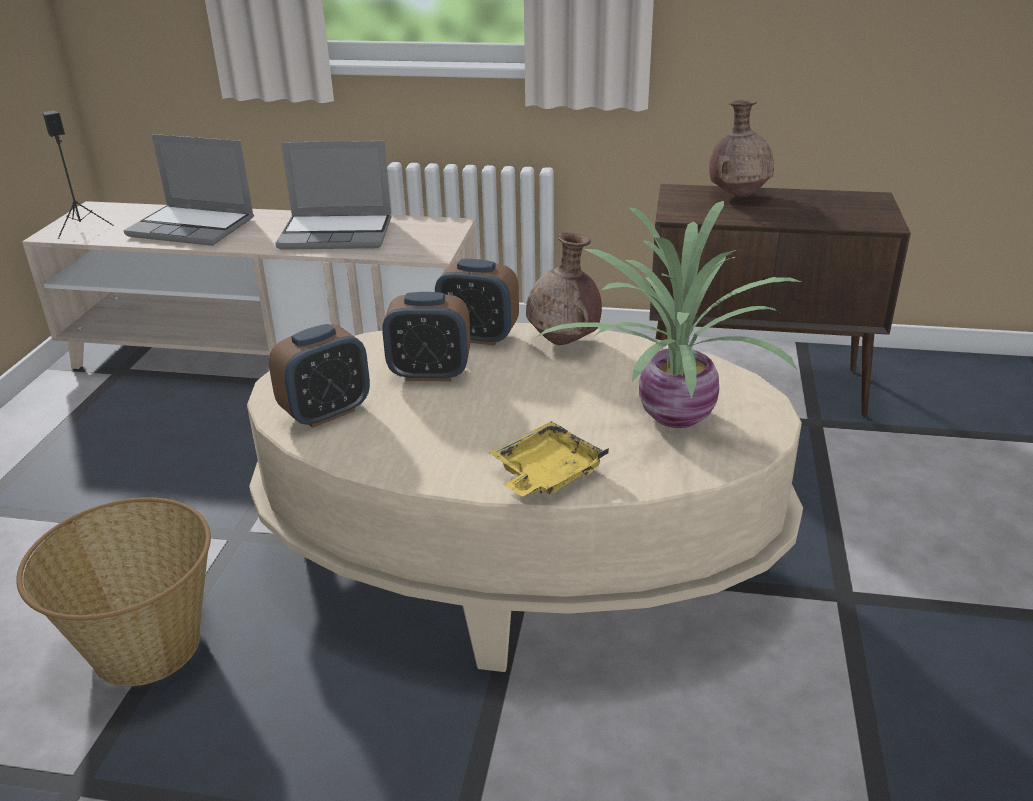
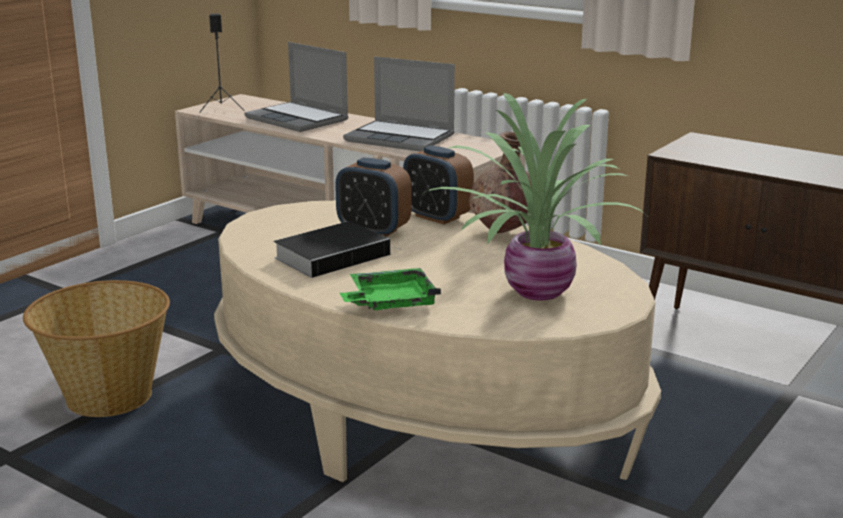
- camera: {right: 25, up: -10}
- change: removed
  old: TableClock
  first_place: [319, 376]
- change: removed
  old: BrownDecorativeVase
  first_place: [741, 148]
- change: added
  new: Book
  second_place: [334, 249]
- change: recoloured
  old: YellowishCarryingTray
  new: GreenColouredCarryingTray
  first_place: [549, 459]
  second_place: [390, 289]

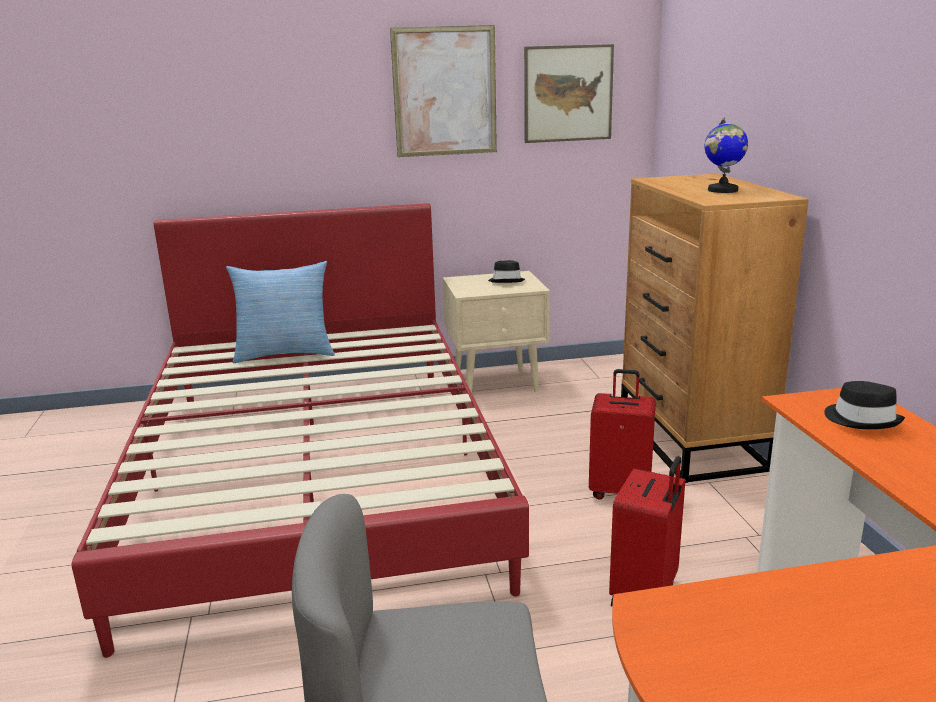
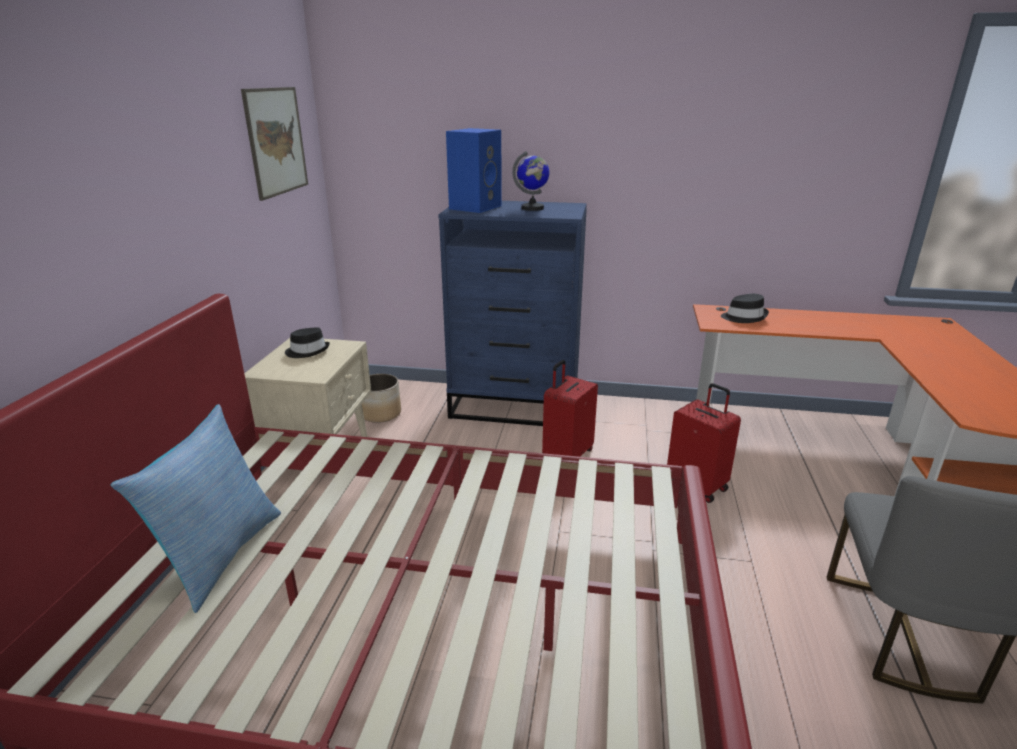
- camera: {right: -70, up: 5}
- change: removed
  old: WallPicture
  first_place: [443, 91]
- change: added
  new: PlantPot
  second_place: [381, 398]
- change: added
  new: BlueColouredSpeaker
  second_place: [474, 170]
- change: recoloured
  old: BrownDrawerChest
  new: BlueColouredDrawerChest
  first_place: [715, 328]
  second_place: [512, 313]

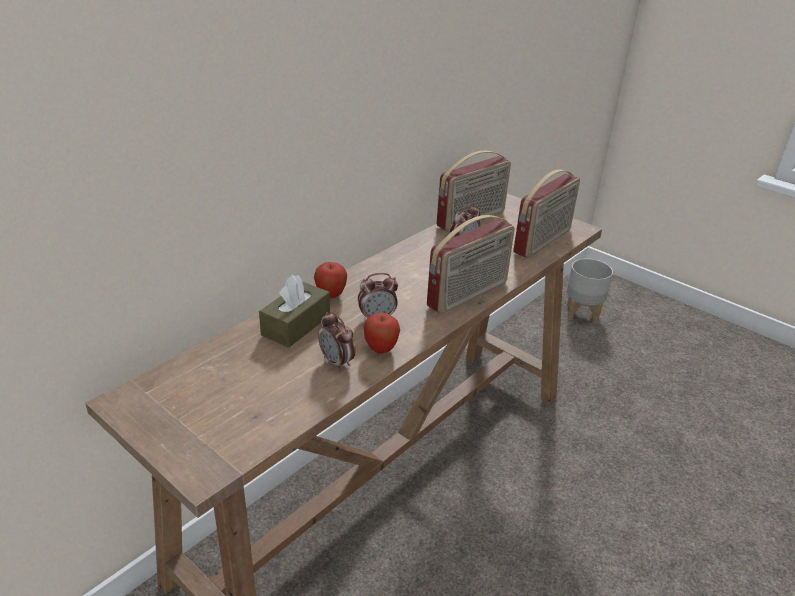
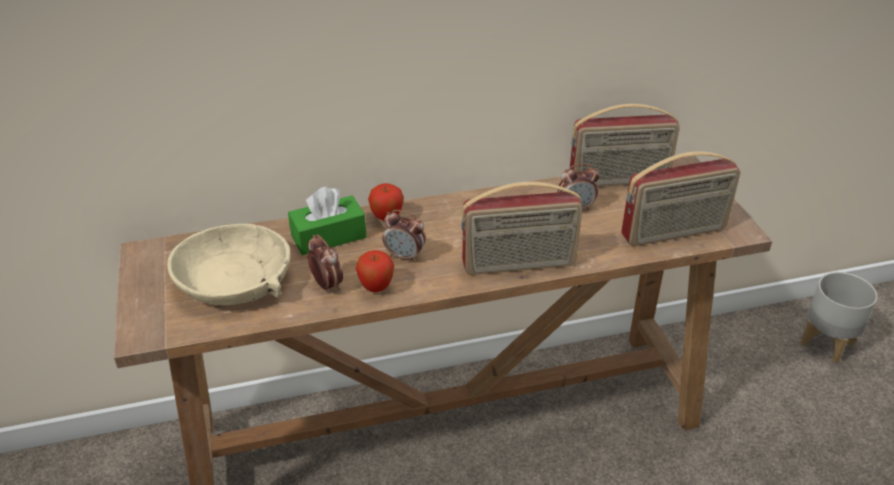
- camera: {right: 35, up: 5}
- change: added
  new: SandColouredServingBowl
  second_place: [229, 264]
- change: recoloured
  old: BrownTissueBox
  new: GreenColouredTissueBox
  first_place: [294, 311]
  second_place: [327, 221]
- change: turned
  old: TableClock
  first_place: [337, 341]
  second_place: [325, 263]
  degrees: 150

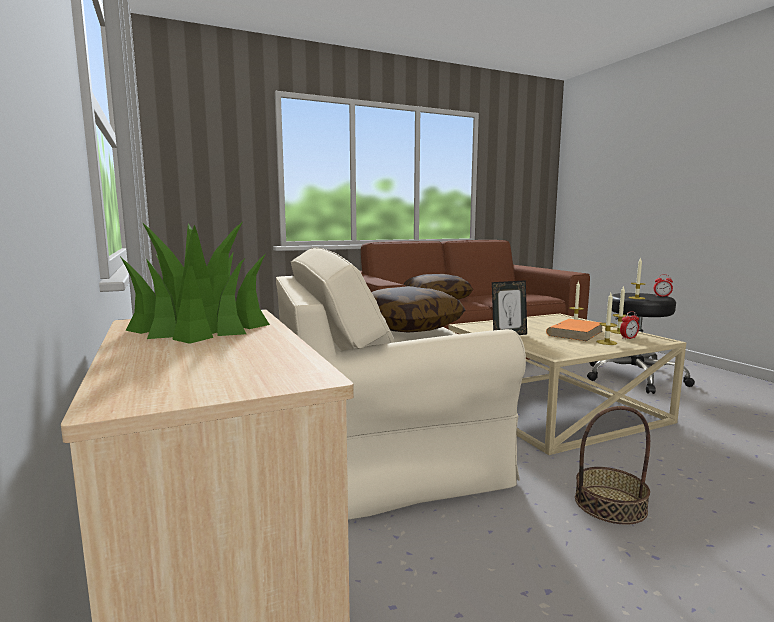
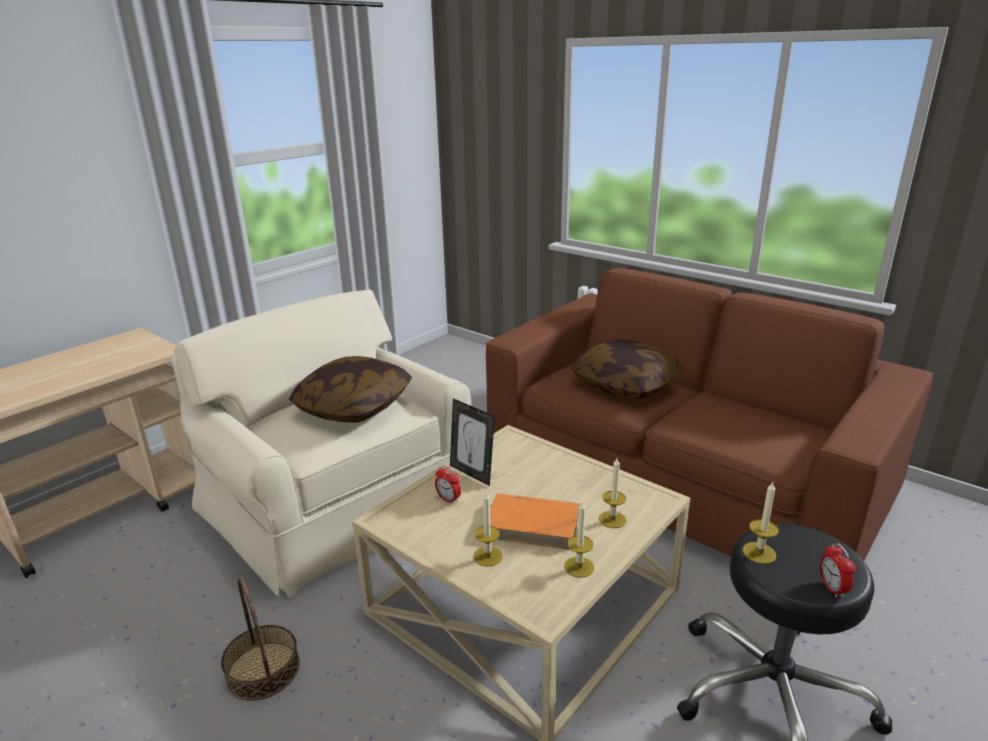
- camera: {right: 65, up: 15}
- change: removed
  old: PottedPlant
  first_place: [195, 283]
- change: moved
  old: TableClock
  first_place: [629, 325]
  second_place: [448, 484]

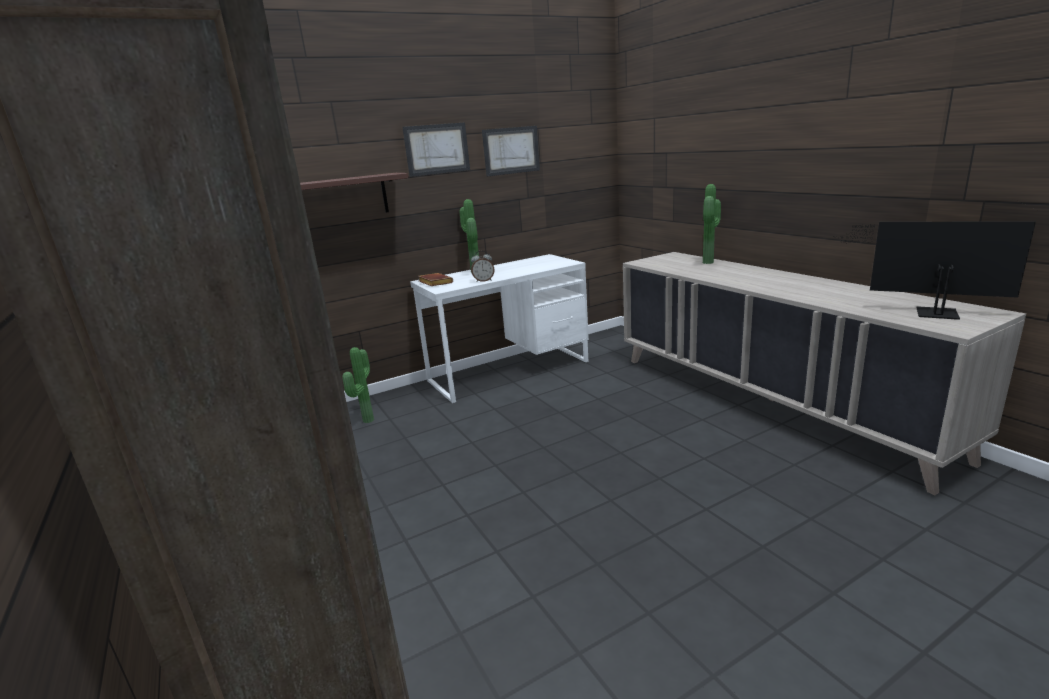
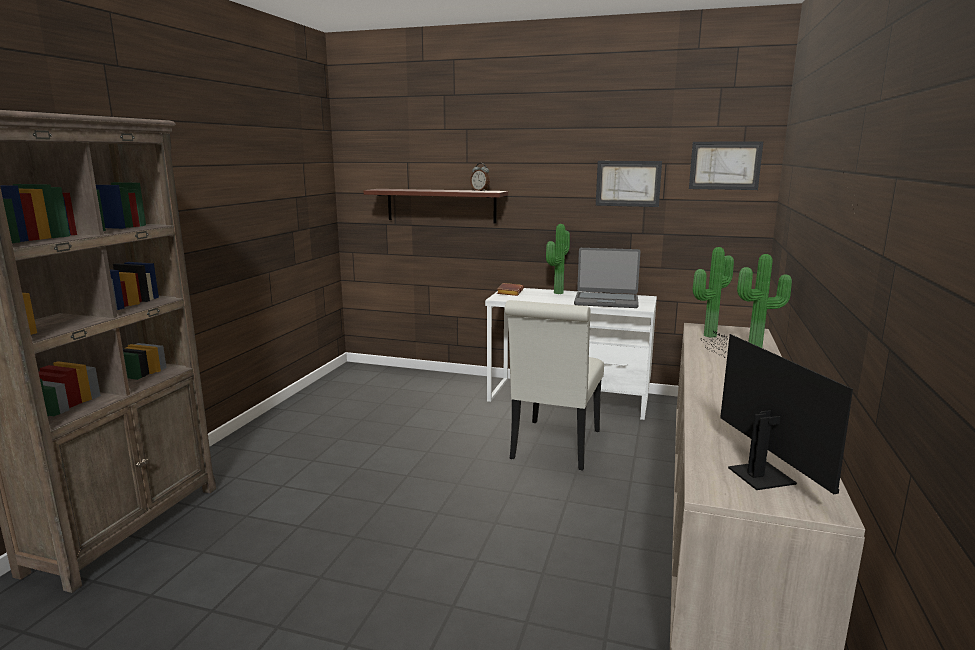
- camera: {right: 45, up: -5}
- change: added
  new: WhiteChair
  second_place: [554, 385]
- change: added
  new: Laptop
  second_place: [607, 278]
- change: moved
  old: PottedPlant
  first_place: [358, 385]
  second_place: [713, 292]
- change: moved
  old: WallPicture
  first_place: [436, 149]
  second_place: [726, 165]
- change: moved
  old: TableClock
  first_place: [482, 266]
  second_place: [480, 177]

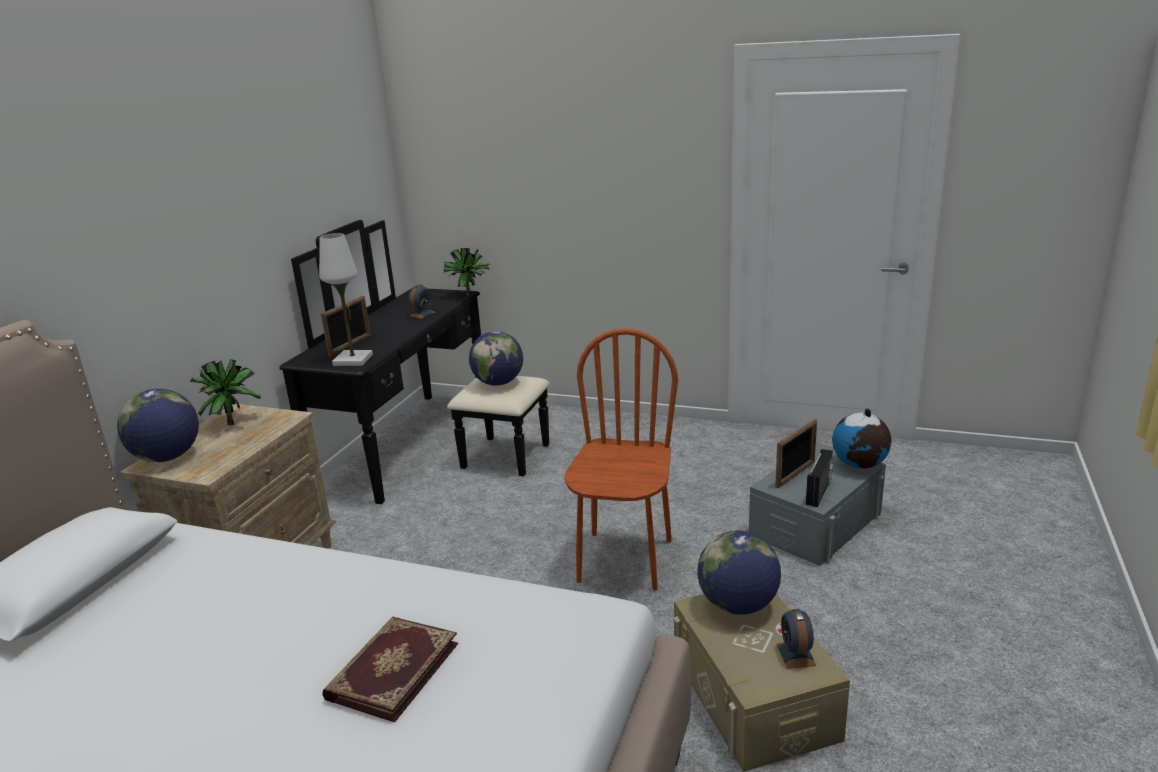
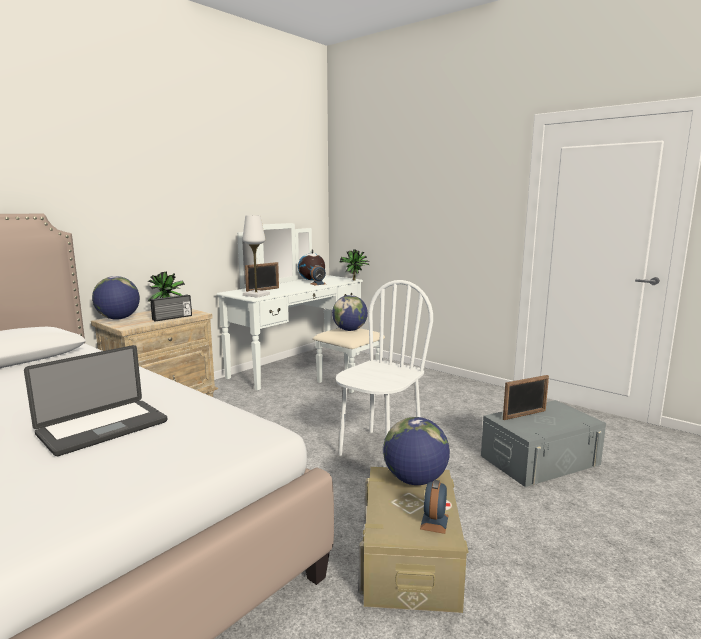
- camera: {right: 20, up: -10}
- change: moved
  old: Radio
  first_place: [820, 478]
  second_place: [171, 308]
- change: moved
  old: Globe
  first_place: [862, 438]
  second_place: [311, 264]
- change: replaced
  old: Book
  new: Laptop
  first_place: [390, 669]
  second_place: [95, 400]
- change: recoloured
  old: BlackDrawerChest
  new: WhiteDrawerChest
  first_place: [414, 362]
  second_place: [301, 308]
- change: recoloured
  old: BrownChair
  new: WhiteChair
  first_place: [621, 460]
  second_place: [384, 373]

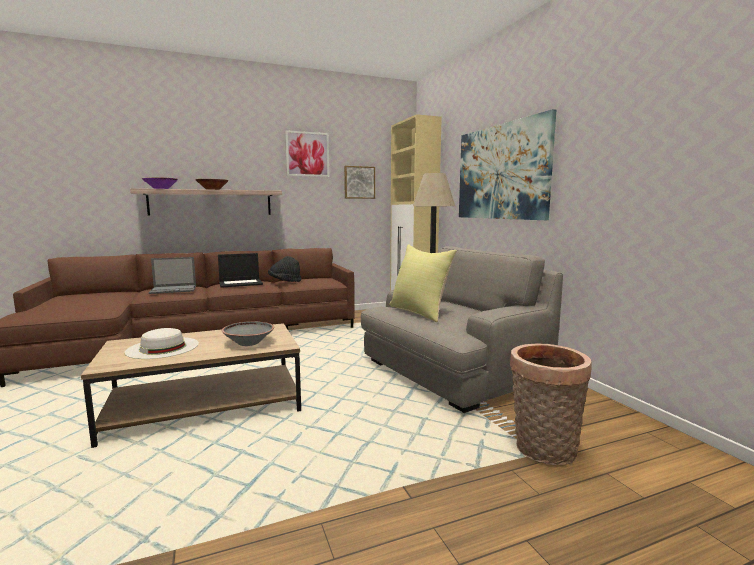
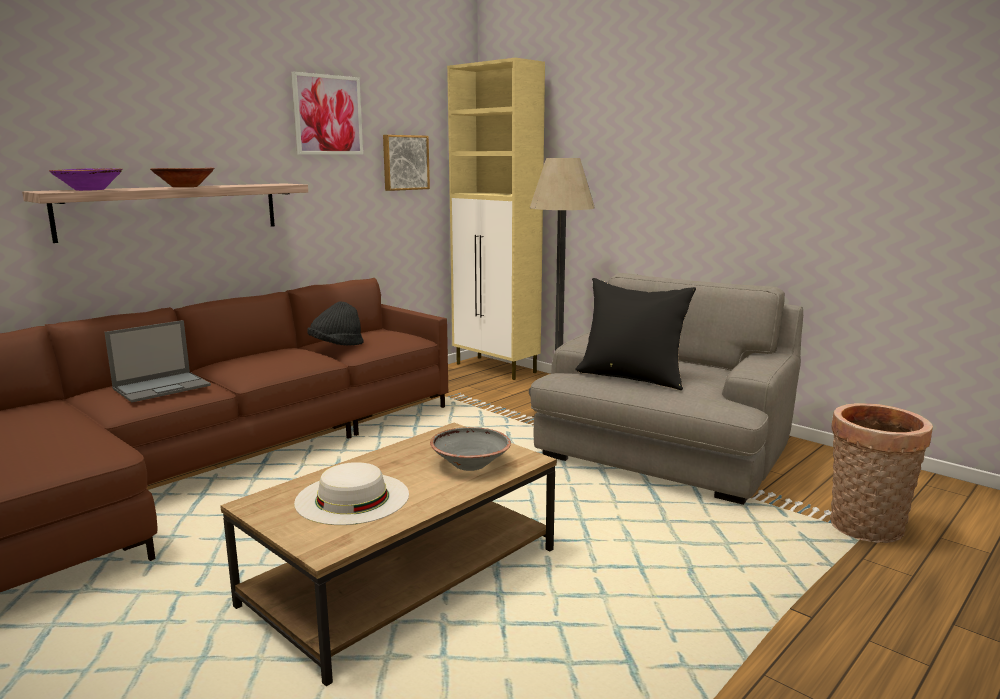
- camera: {right: -25, up: 5}
- change: removed
  old: Laptop
  first_place: [240, 270]
- change: removed
  old: WallPicture
  first_place: [507, 164]
- change: recoloured
  old: YellowishPillow
  new: BlackPillow
  first_place: [423, 283]
  second_place: [635, 334]

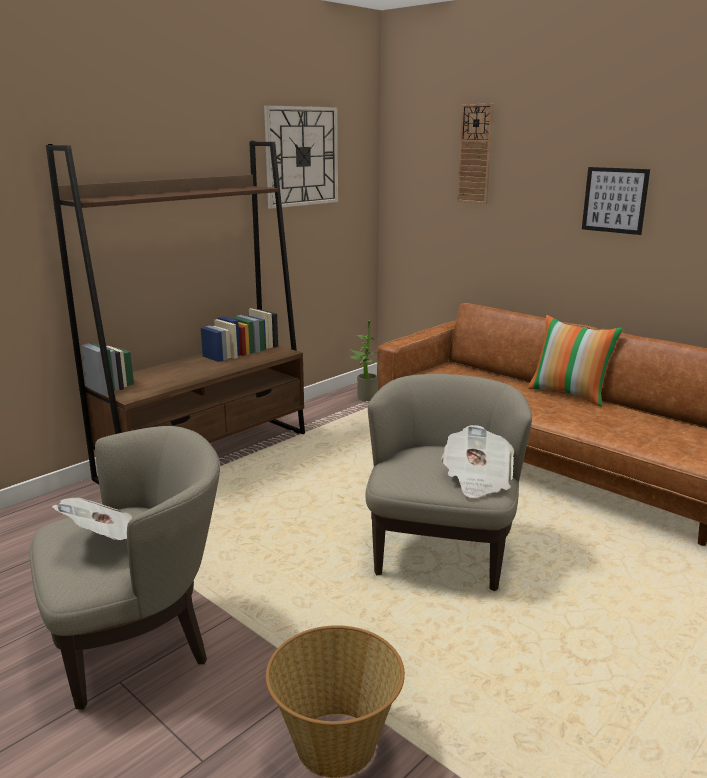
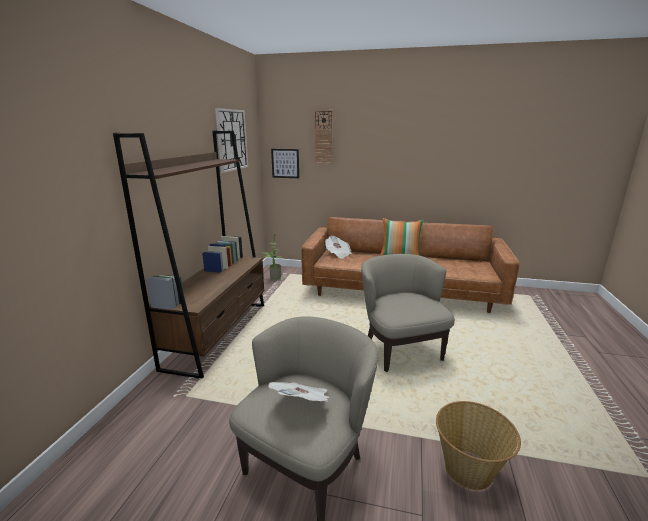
- camera: {right: -30, up: 0}
- change: moved
  old: PrintedPaper
  first_place: [477, 461]
  second_place: [338, 247]
- change: moved
  old: WallPicture
  first_place: [616, 201]
  second_place: [285, 163]

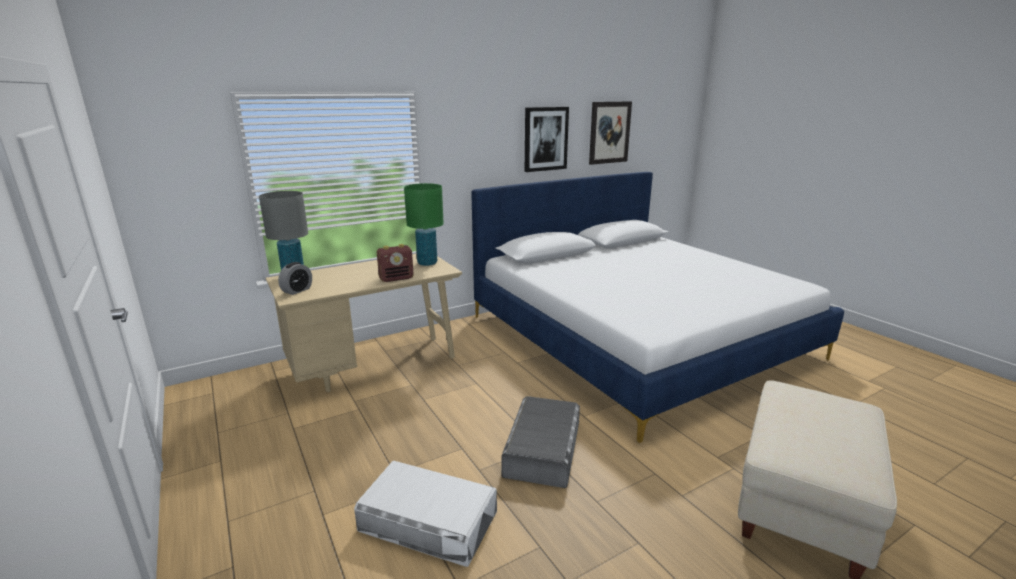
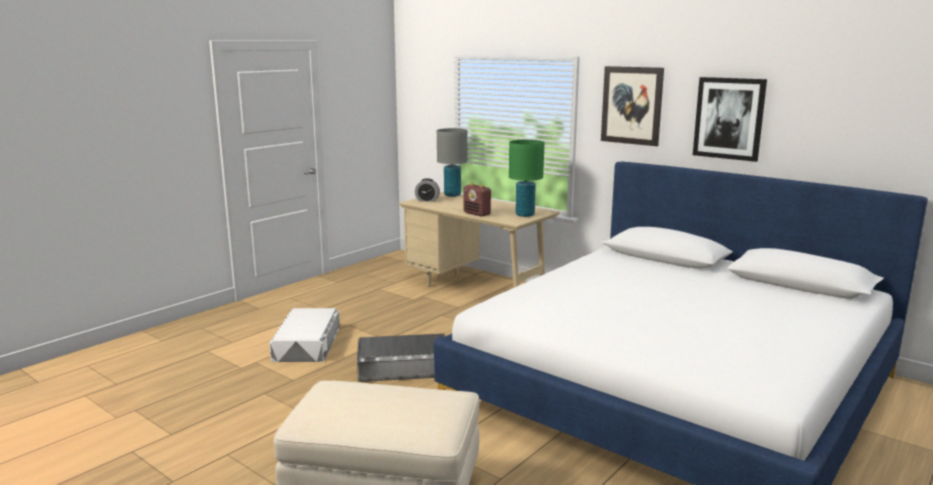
- camera: {right: 70, up: -5}
- change: moved
  old: WallPicture
  first_place: [610, 133]
  second_place: [632, 106]

